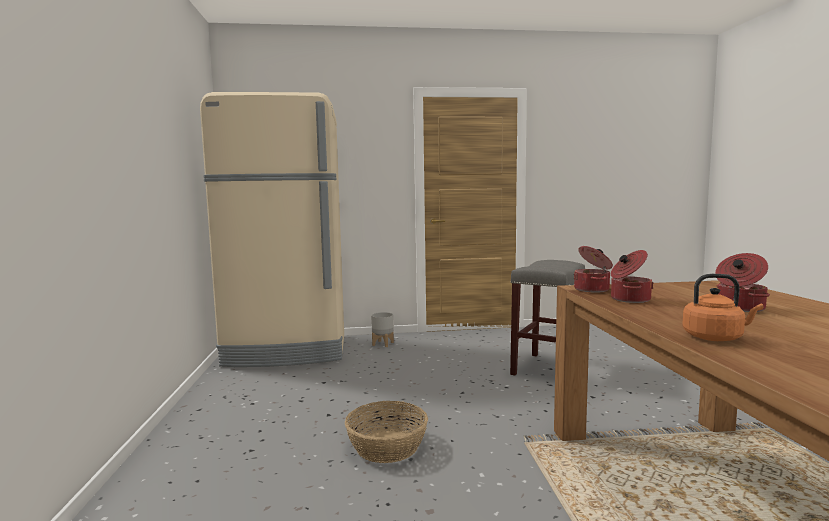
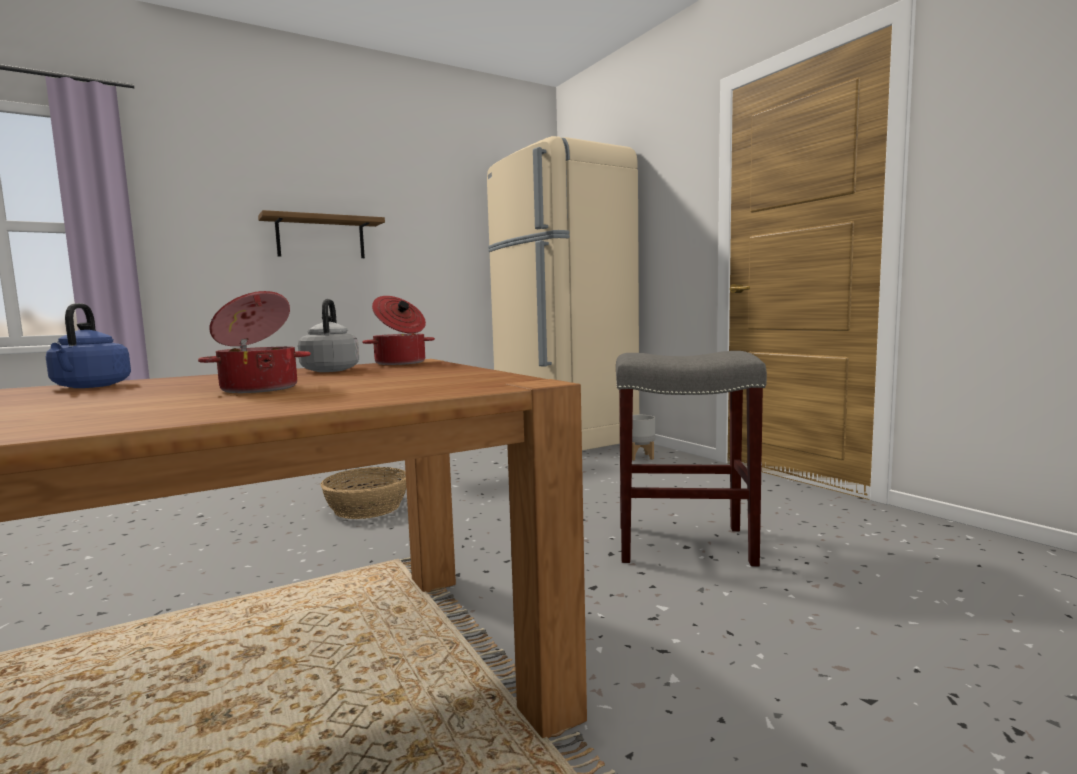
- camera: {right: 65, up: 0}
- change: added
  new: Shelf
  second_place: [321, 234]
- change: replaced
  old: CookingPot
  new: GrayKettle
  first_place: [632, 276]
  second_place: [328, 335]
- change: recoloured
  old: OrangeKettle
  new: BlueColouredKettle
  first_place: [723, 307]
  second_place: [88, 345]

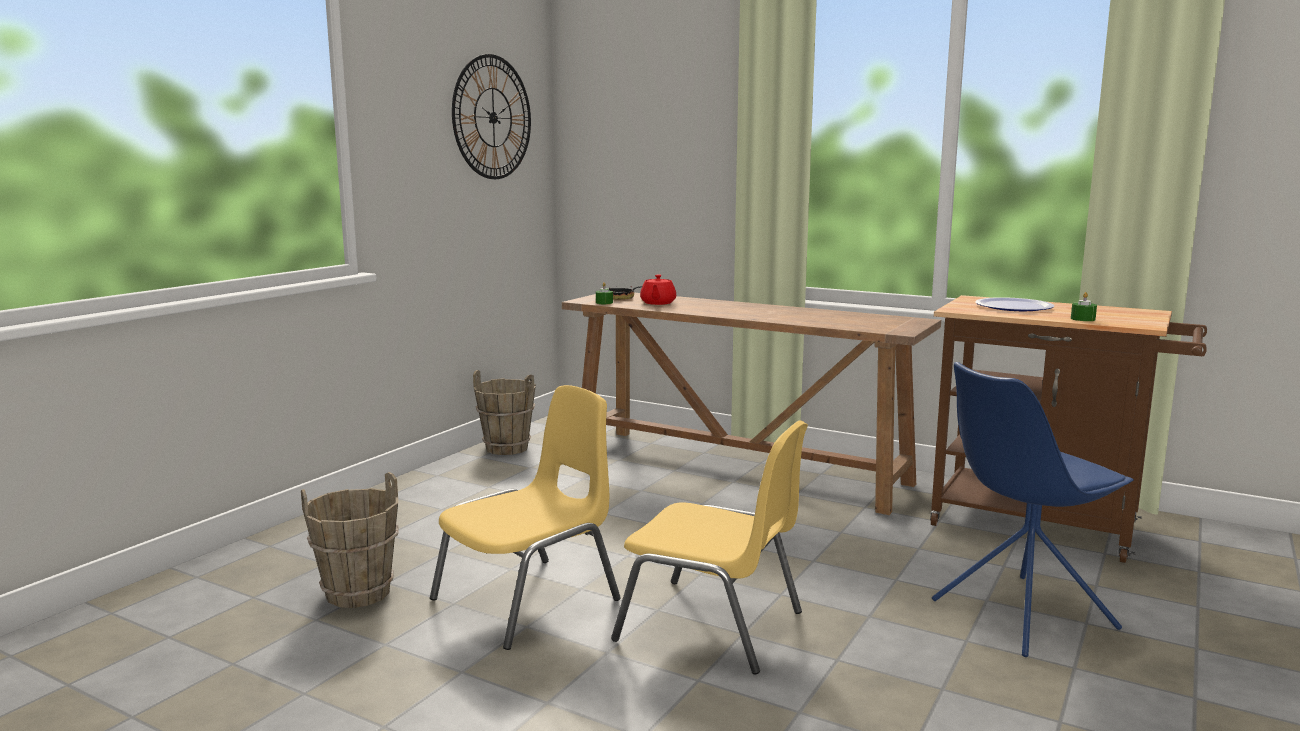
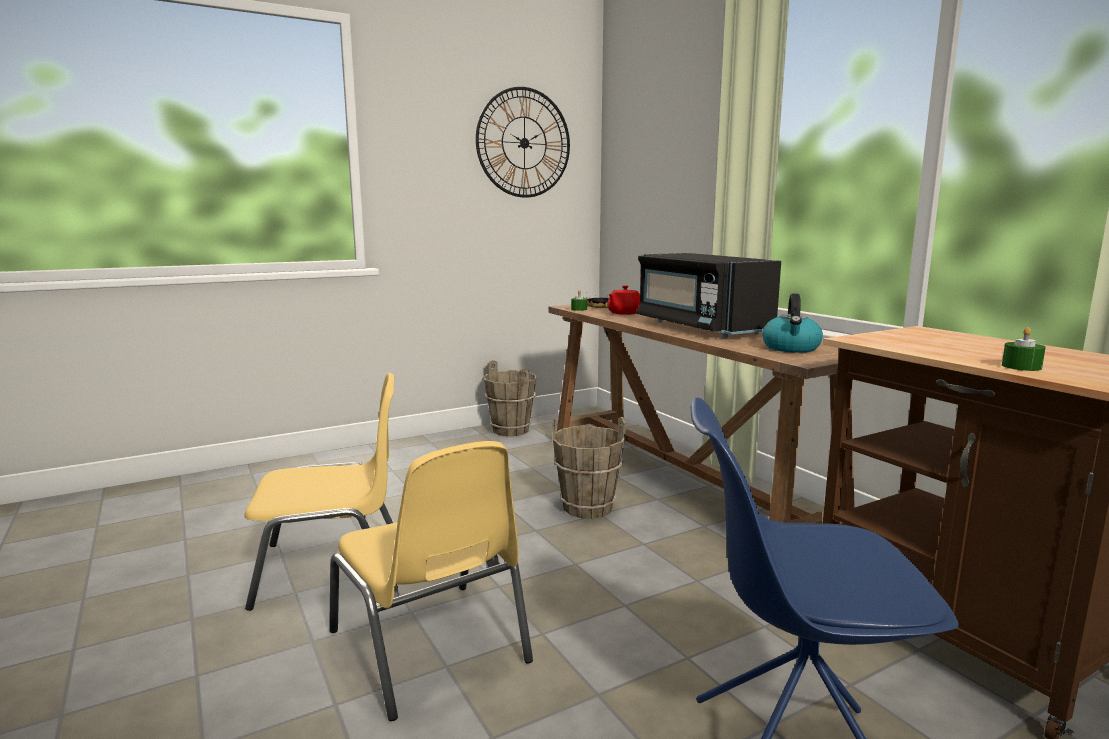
- camera: {right: 30, up: 0}
- change: removed
  old: DinnerPlate
  first_place: [1014, 304]
- change: added
  new: BlackKitchenMicrowave
  second_place: [709, 295]
- change: added
  new: Kettle
  second_place: [792, 323]
- change: moved
  old: BrownBucket
  first_place: [350, 540]
  second_place: [589, 468]

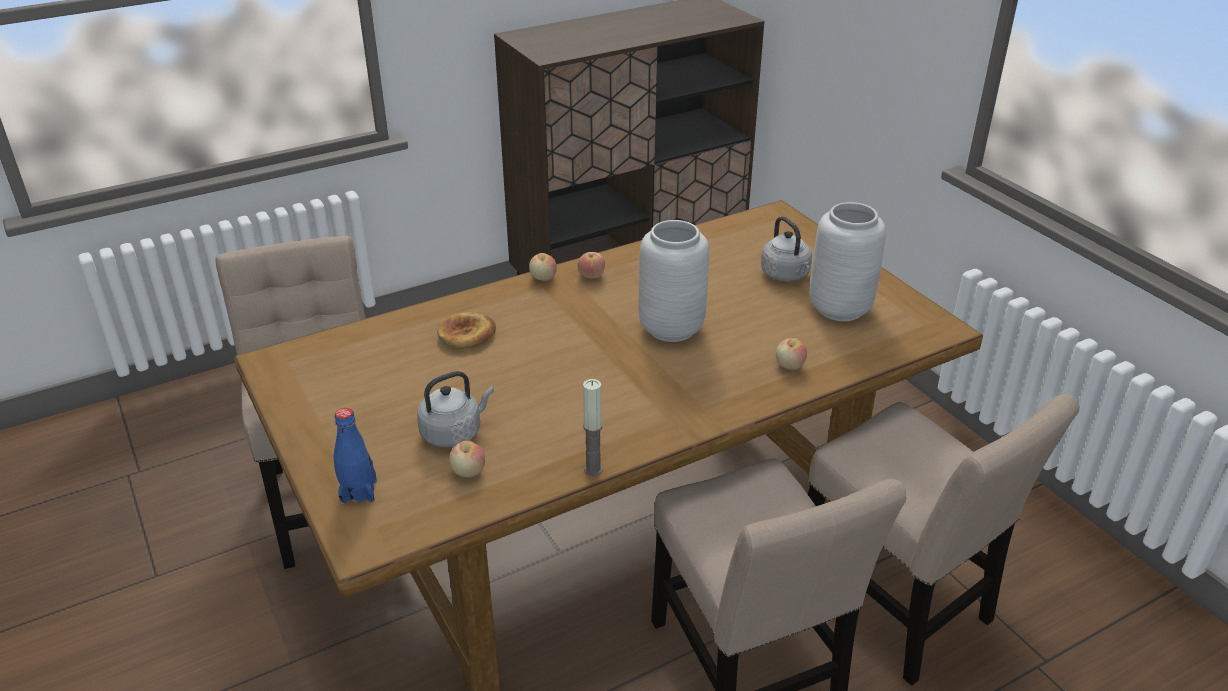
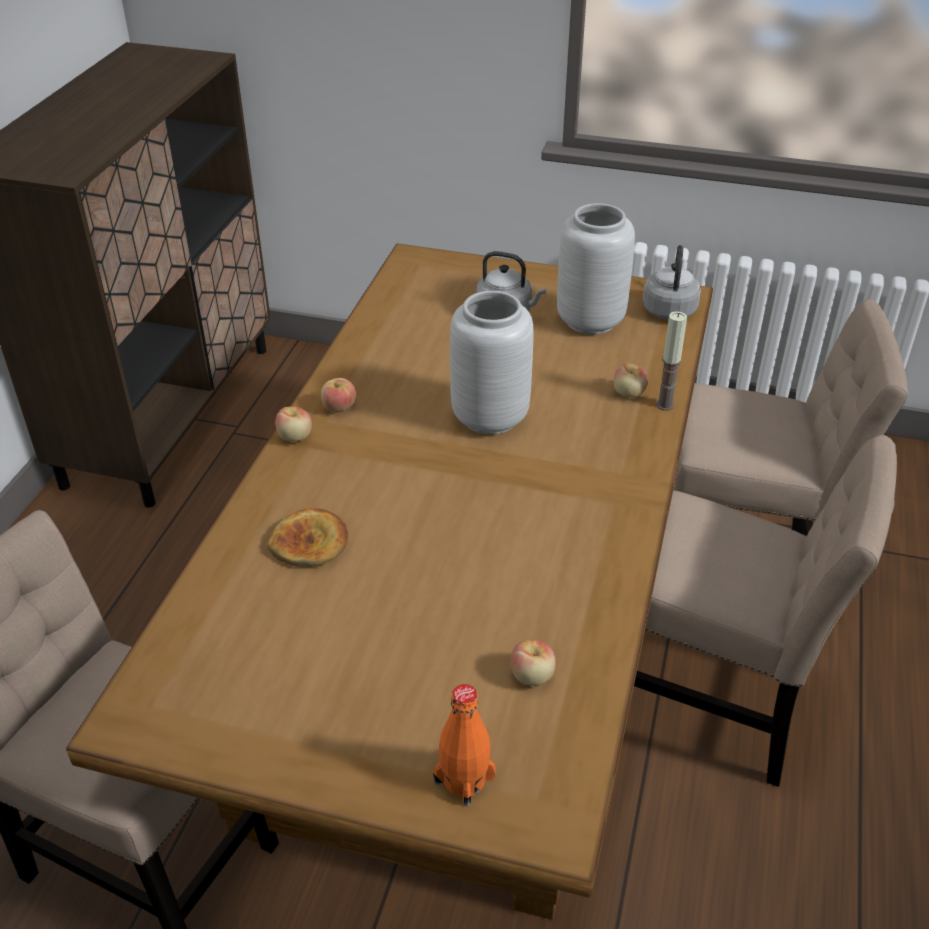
- camera: {right: -45, up: 5}
- change: moved
  old: GrayKettle
  first_place: [455, 409]
  second_place: [672, 282]
- change: moved
  old: WaxCandle
  first_place: [593, 427]
  second_place: [671, 361]
- change: recoloured
  old: BlueColouredBeverageBottle
  new: OrangeBeverageBottle
  first_place: [355, 456]
  second_place: [464, 745]

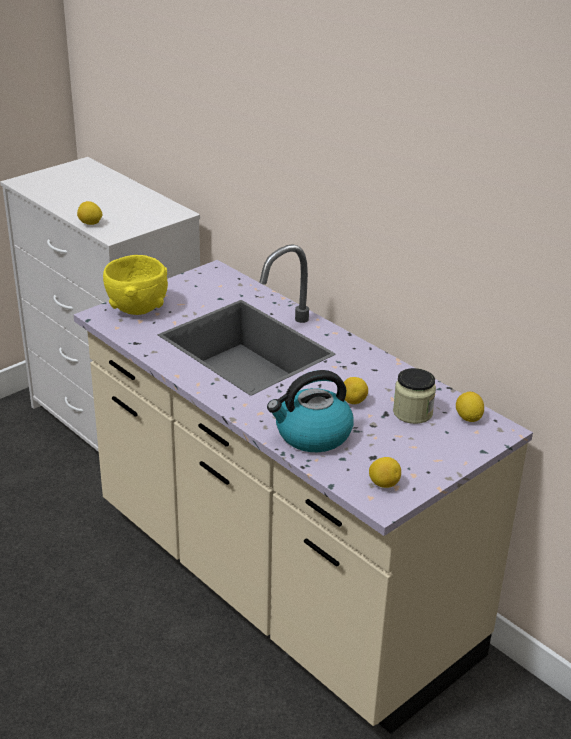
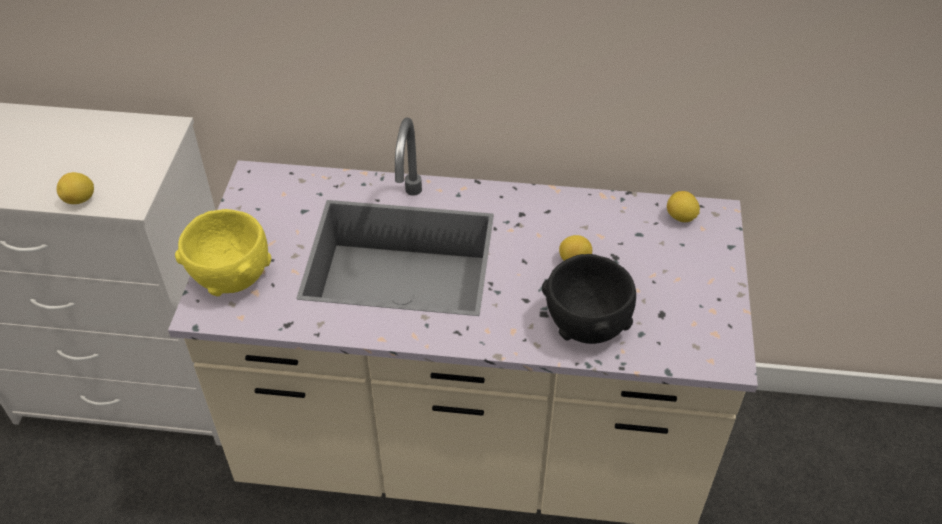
- camera: {right: -40, up: 15}
- change: removed
  old: WholeLemon
  first_place: [385, 472]
- change: removed
  old: Jar
  first_place: [414, 396]
- change: replaced
  old: Kettle
  new: BlackServingBowl
  first_place: [310, 411]
  second_place: [589, 299]

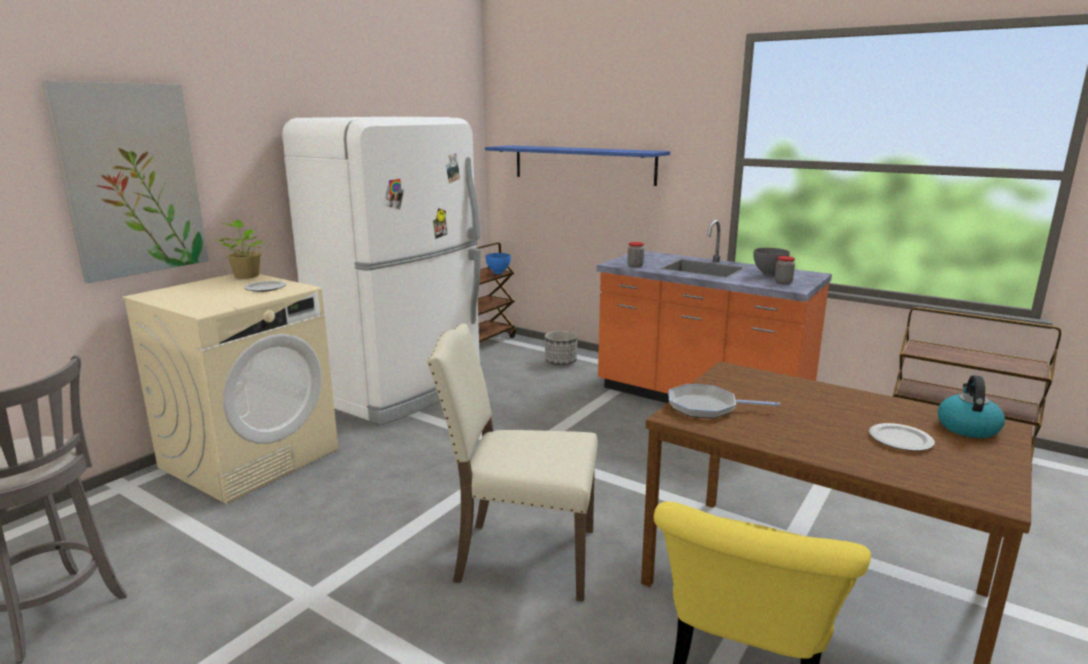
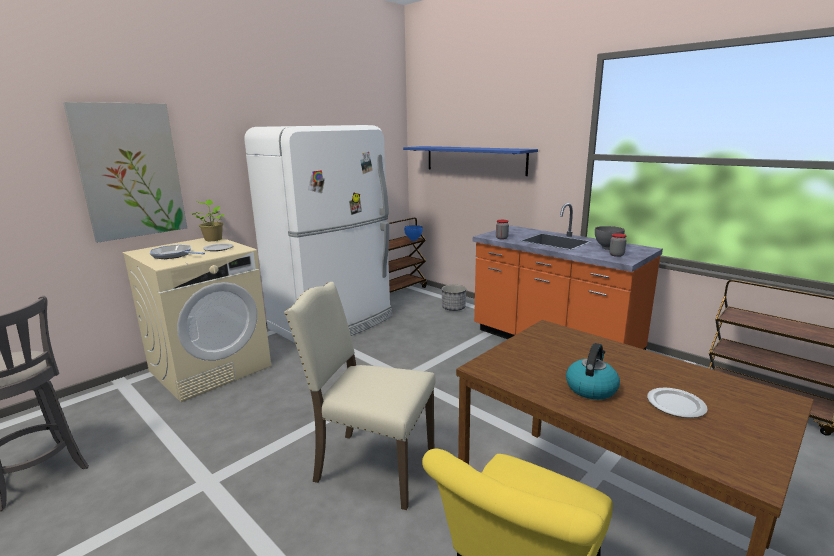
- camera: {right: 10, up: 0}
- change: moved
  old: Skillet
  first_place: [724, 401]
  second_place: [177, 252]
- change: moved
  old: Kettle
  first_place: [971, 406]
  second_place: [593, 371]

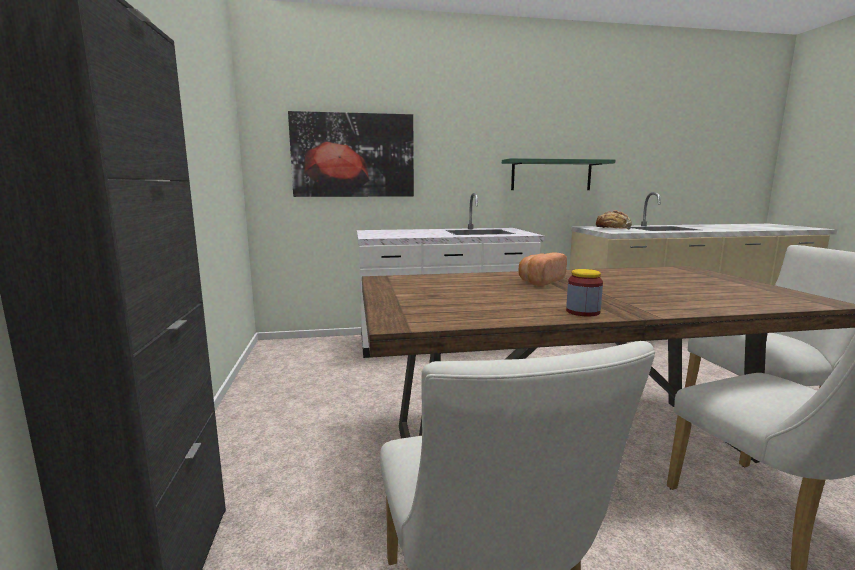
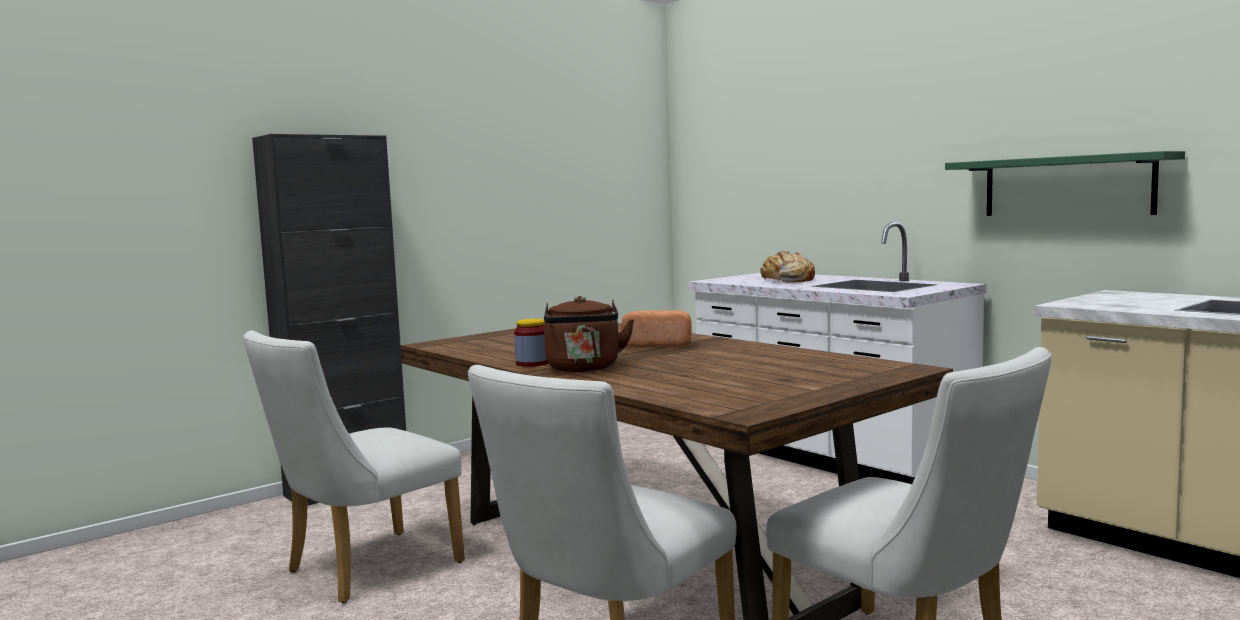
- camera: {right: 60, up: -5}
- change: removed
  old: WallPicture
  first_place: [351, 154]
- change: added
  new: BrownKettle
  second_place: [589, 334]
- change: moved
  old: BakeryBread
  first_place: [612, 220]
  second_place: [788, 267]

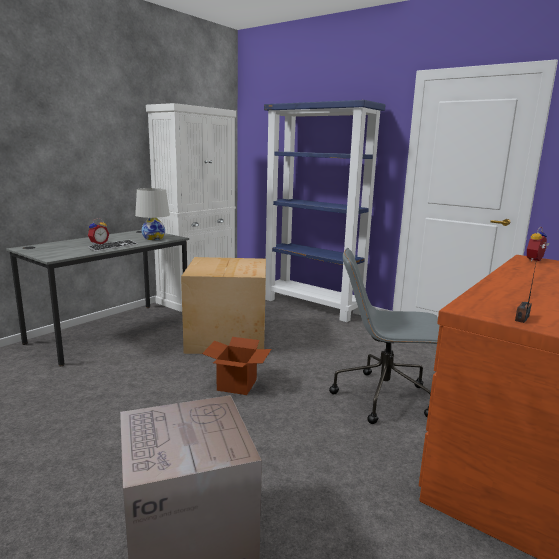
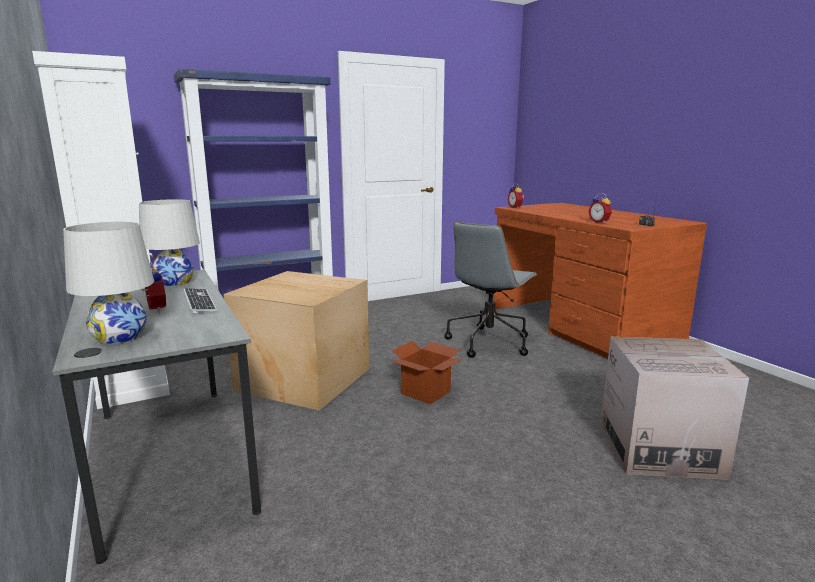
- camera: {right: -65, up: 0}
- change: added
  new: WhiteLampForATable
  second_place: [108, 283]
- change: added
  new: TableClock
  second_place: [600, 208]

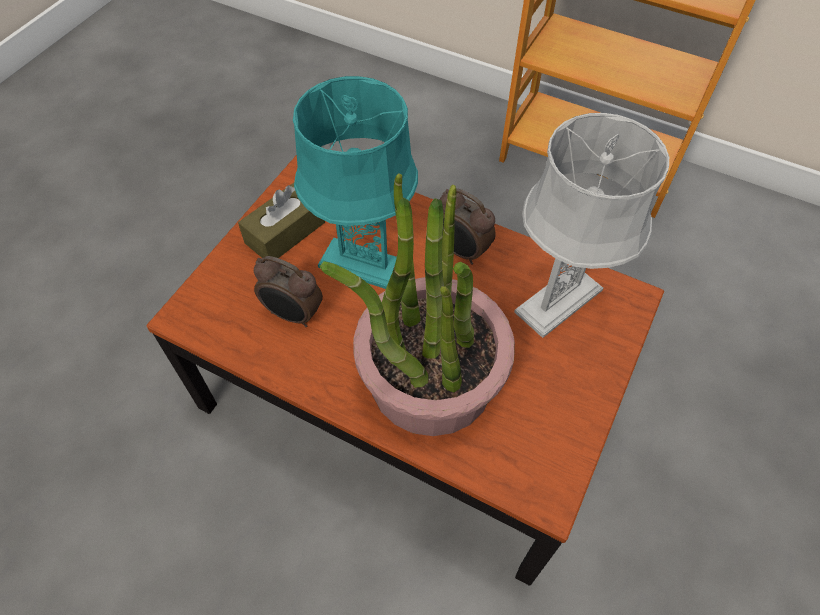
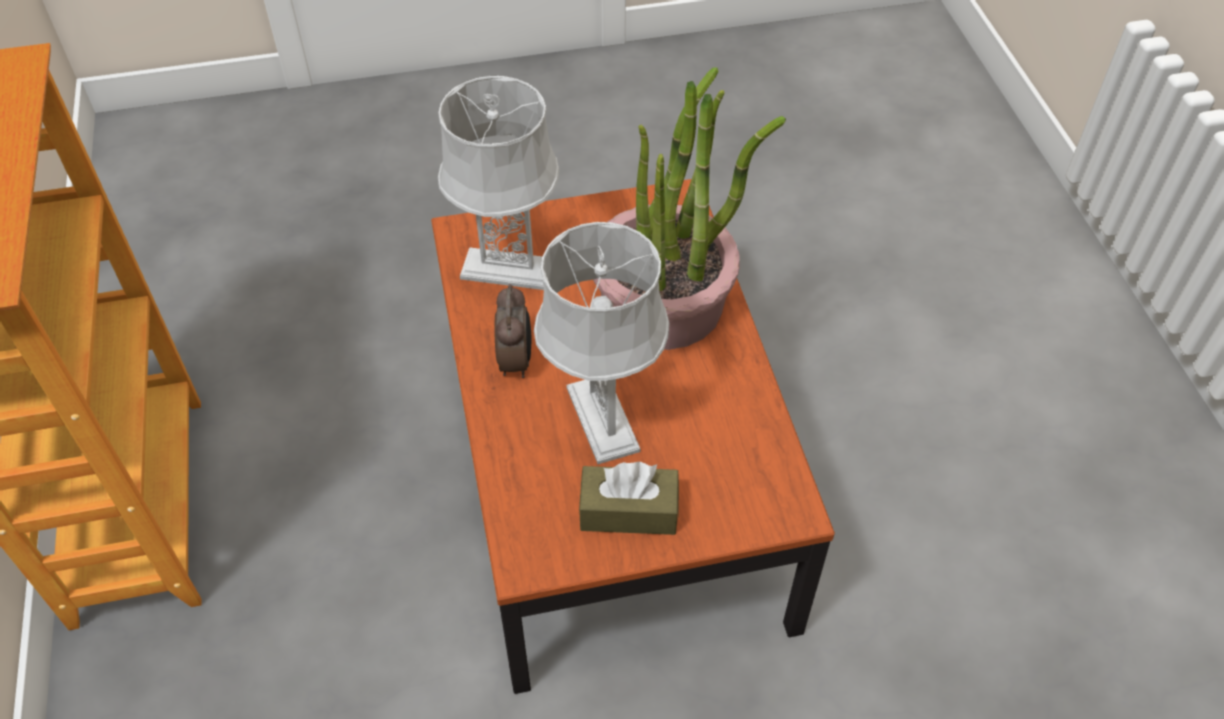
- camera: {right: -130, up: -5}
- change: removed
  old: TableClock
  first_place: [288, 291]
- change: recoloured
  old: TurquoiseLampForATable
  new: GrayLampForATable
  first_place: [355, 182]
  second_place: [601, 343]

